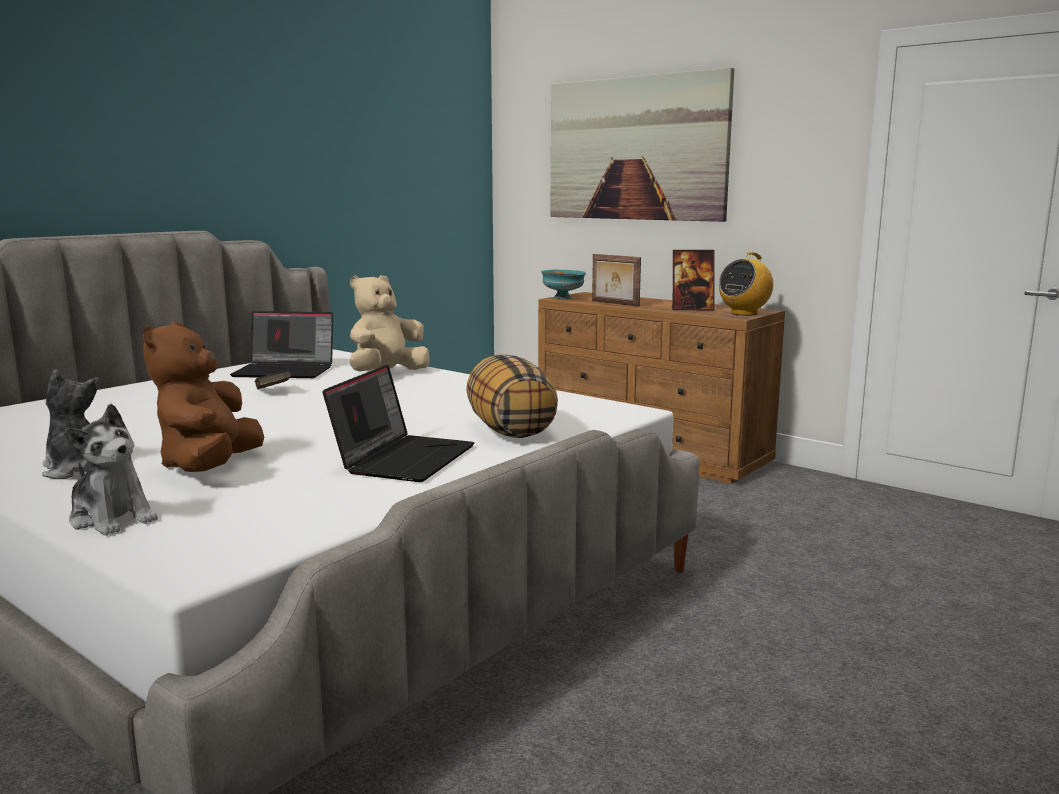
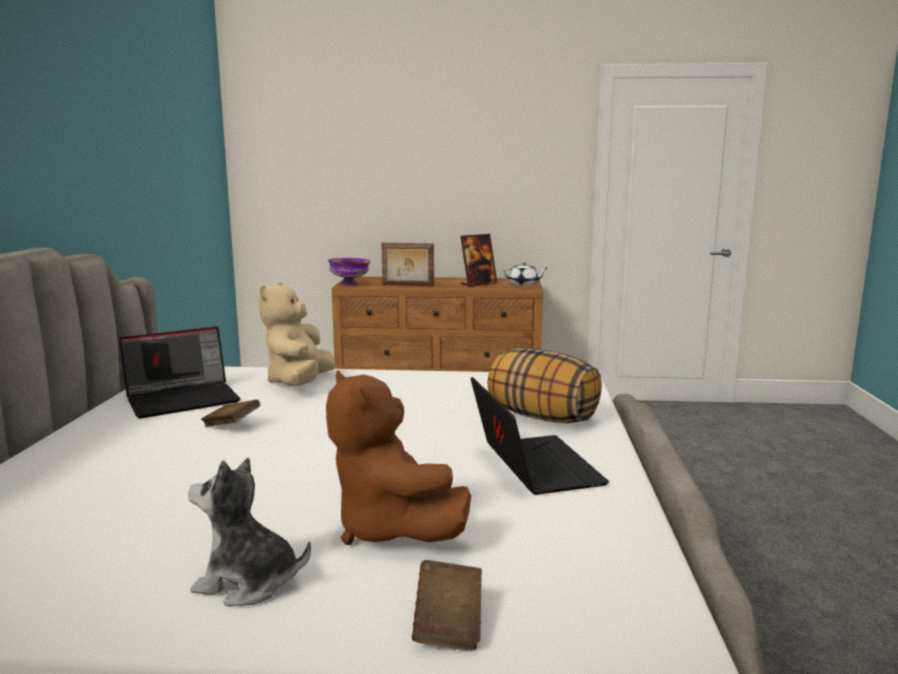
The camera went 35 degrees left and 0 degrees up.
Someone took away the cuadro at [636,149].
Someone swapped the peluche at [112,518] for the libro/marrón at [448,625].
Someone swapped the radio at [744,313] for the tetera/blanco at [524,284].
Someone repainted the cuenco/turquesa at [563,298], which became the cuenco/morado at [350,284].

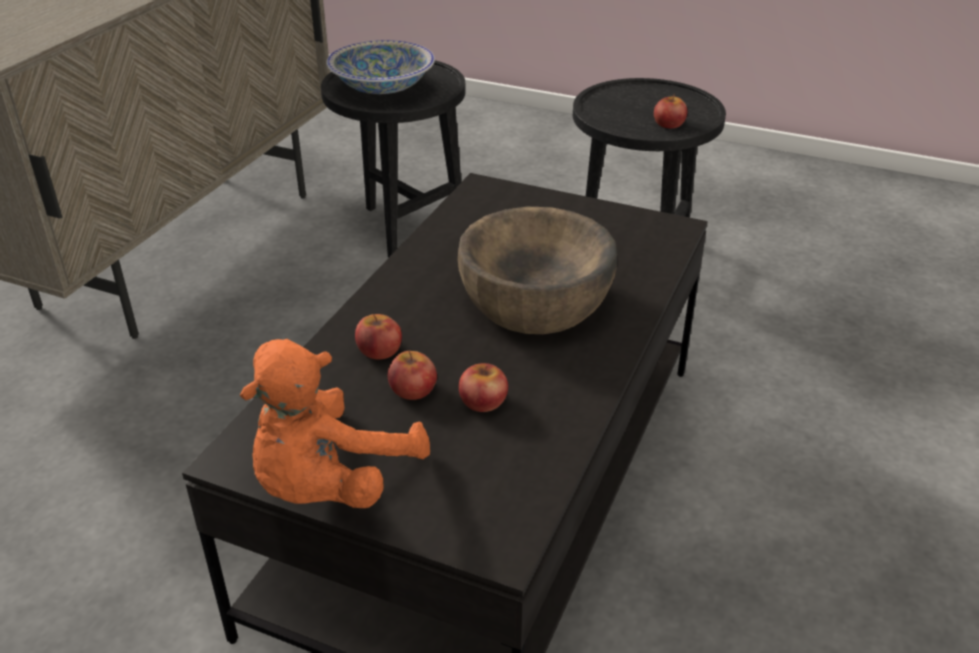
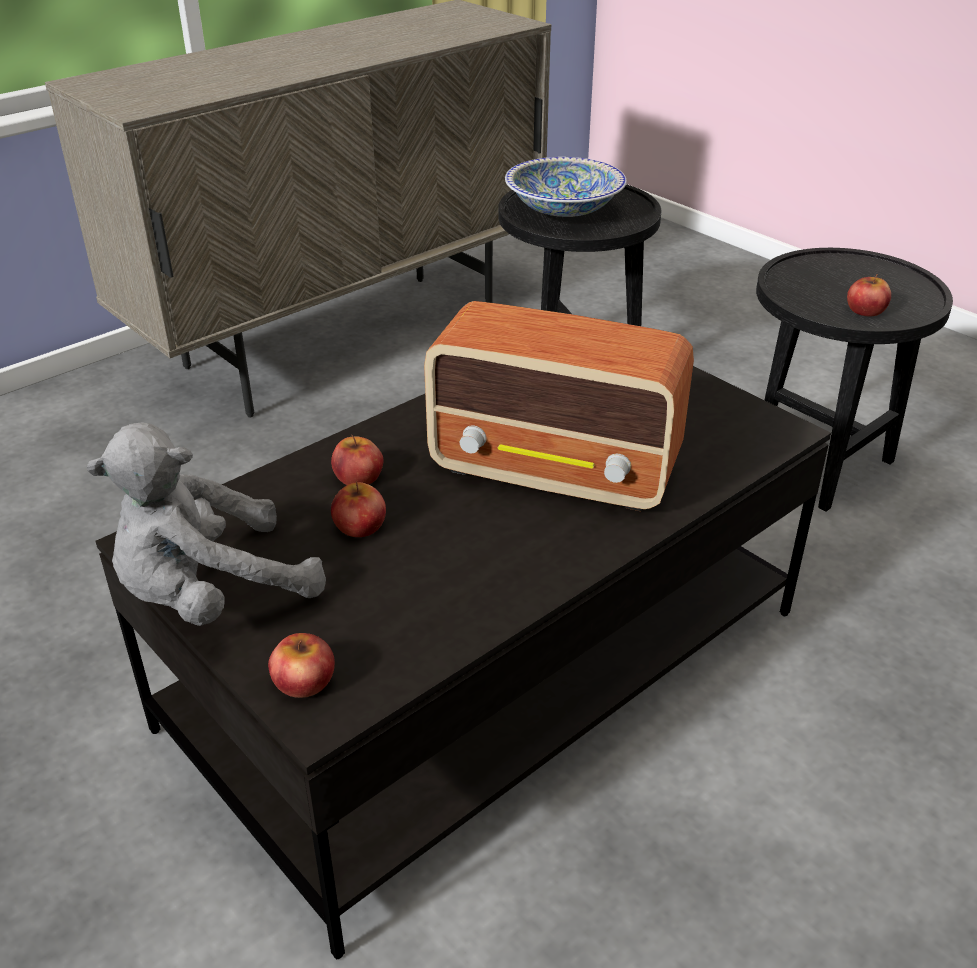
The camera went 25 degrees right and 0 degrees up.
Someone carried the manzana from [483,401] to [304,681].
Someone swapped the cuenco/marrón at [536,301] for the radio at [557,470].
Someone repainted the peluche/naranja at [331,484], which became the peluche/gris at [211,595].

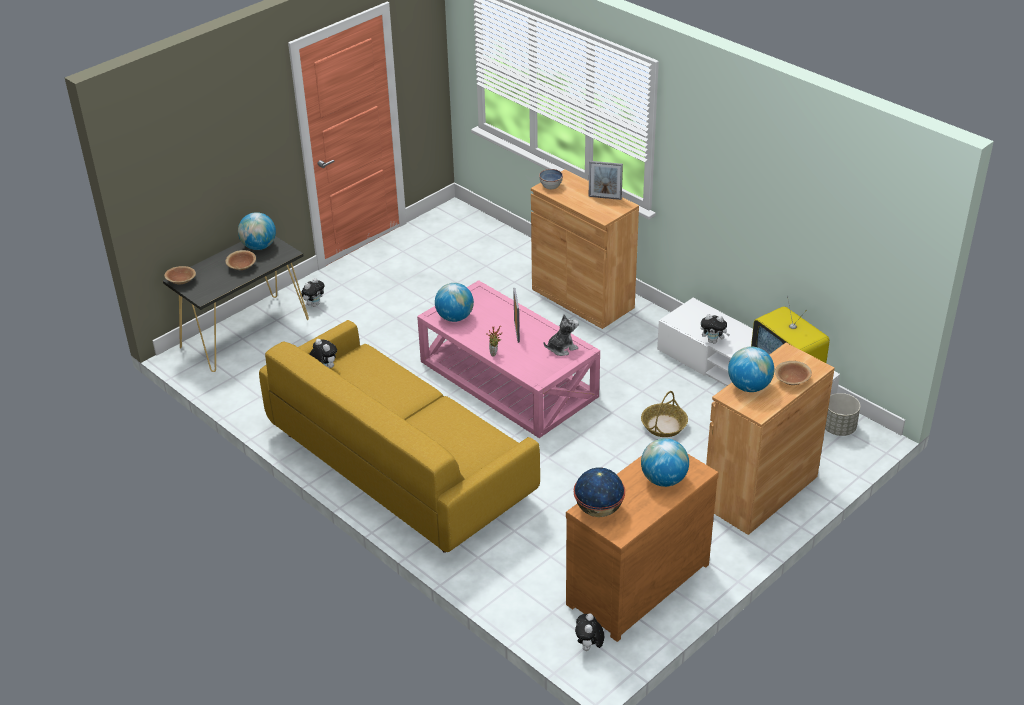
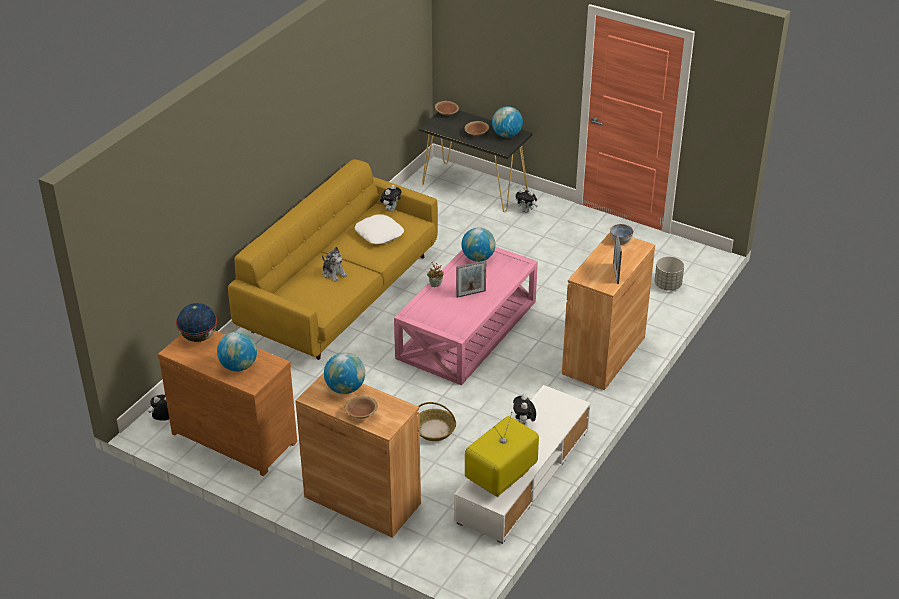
The camera went 75 degrees right and 0 degrees up.
Someone put down the cojín/blanco at [379,234].
Someone carried the peluche from [561,348] to [334,273].
Someone carried the maceta/gris from [839,428] to [668,285].

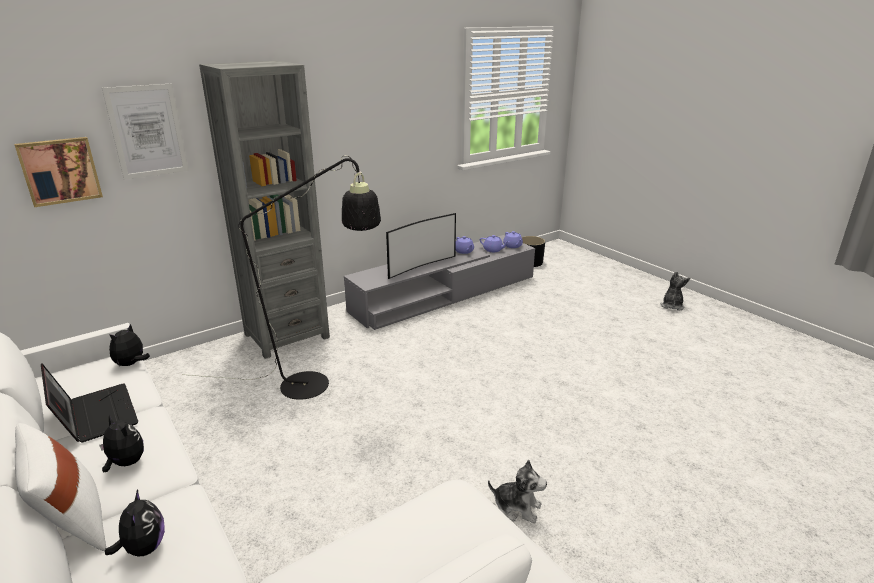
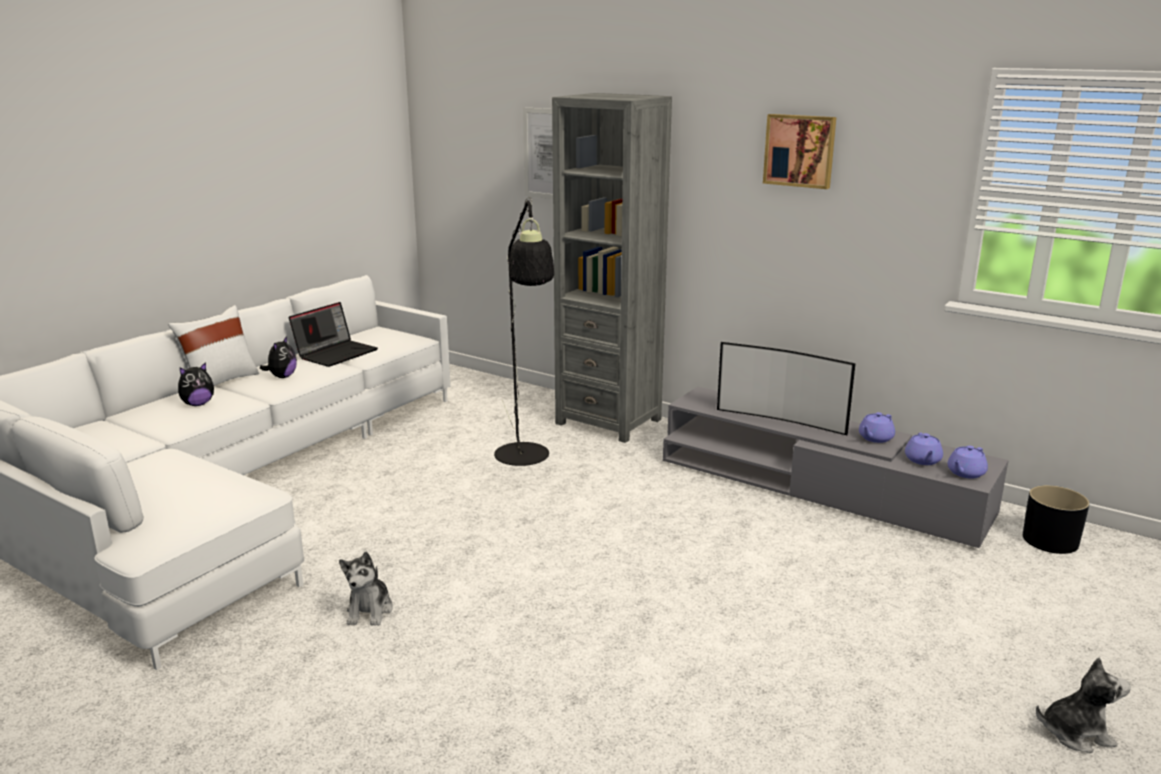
The camera went 70 degrees right and 5 degrees down.
Someone took away the peluche at [131,364].
Someone carried the cuadro from [60,171] to [800,150].

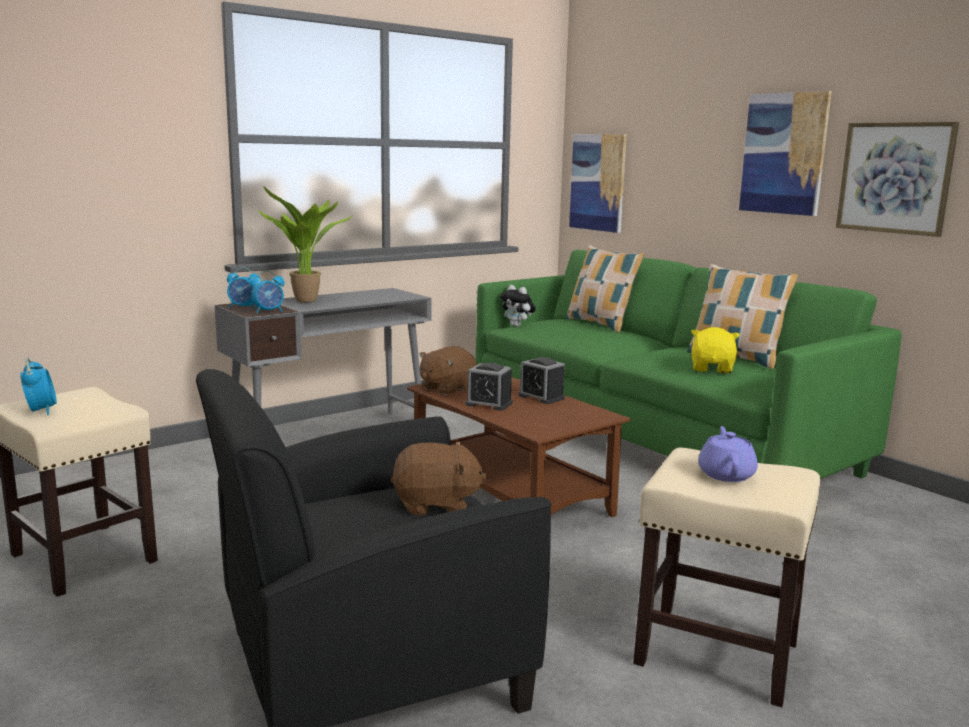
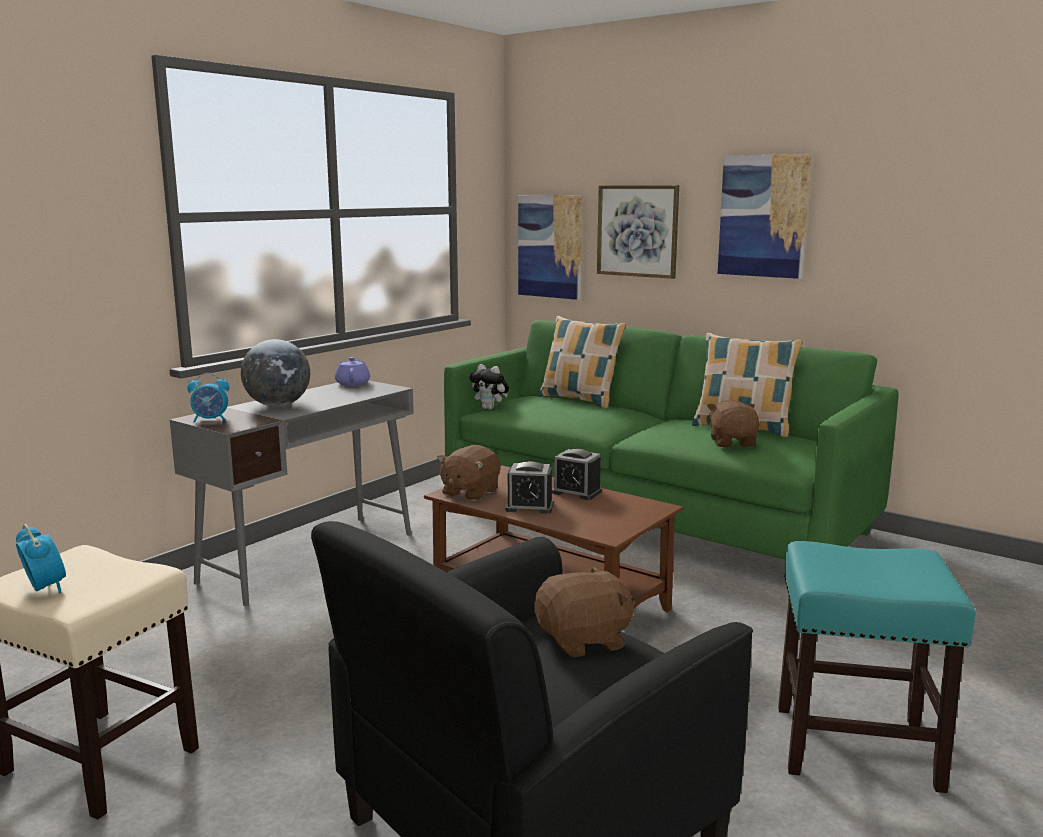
The camera went 15 degrees left and 0 degrees up.
Someone took away the despertador at [269,311].
Someone carried the tetera/morado from [726,474] to [353,383].
Someone carried the cuadro from [895,178] to [637,231].
Someone swapped the planta en maceta at [307,301] for the globo terráqueo at [278,405].
Someone repainted the taburete/beis at [714,653], which became the taburete/turquesa at [854,747].
Someone repainted the peluche/amarillo at [712,368], which became the peluche/marrón at [733,442].

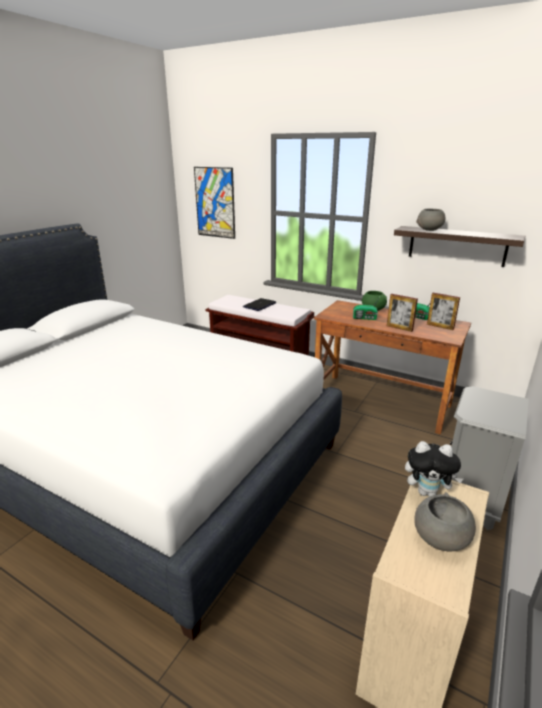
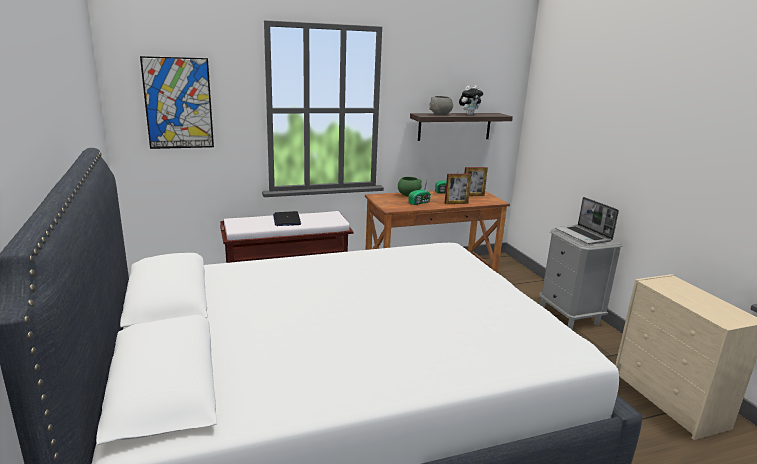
The camera went 50 degrees left and 5 degrees down.
Someone took away the cuenco/gris at [440,539].
Someone put down the portátil at [583,236].
Someone carried the peluche from [427,492] to [469,114].

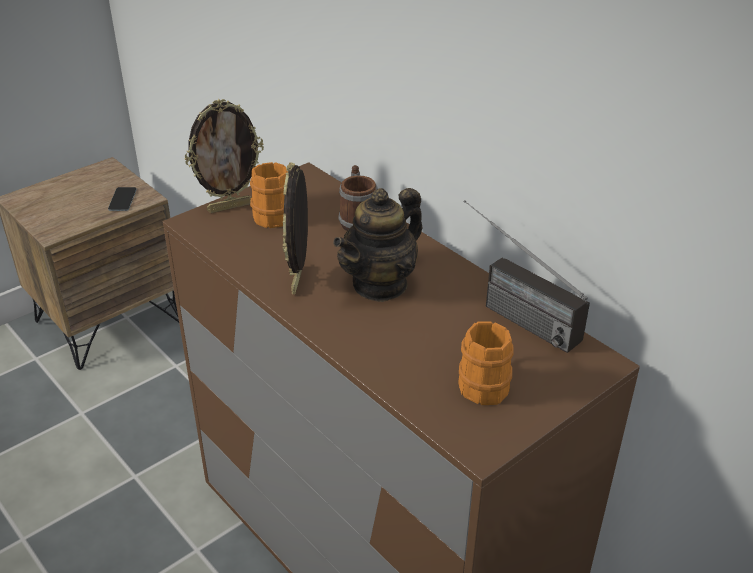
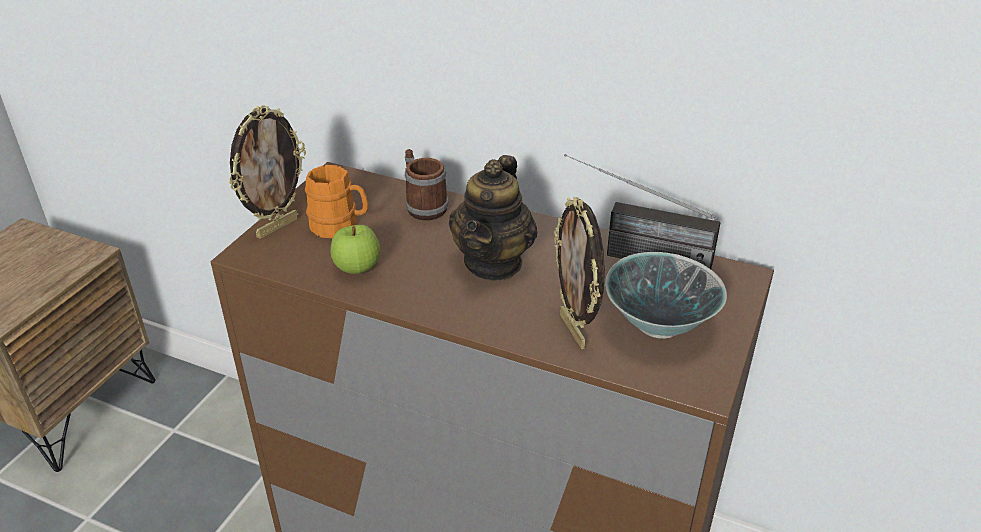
The camera went 25 degrees left and 0 degrees up.
Someone took away the móvil at [122,199].
Someone put down the manzana at [357,269].
Someone carried the portarretratos from [299,281] to [574,331].
Someone swapped the taza grande/naranja at [482,382] for the cuenco at [658,326].

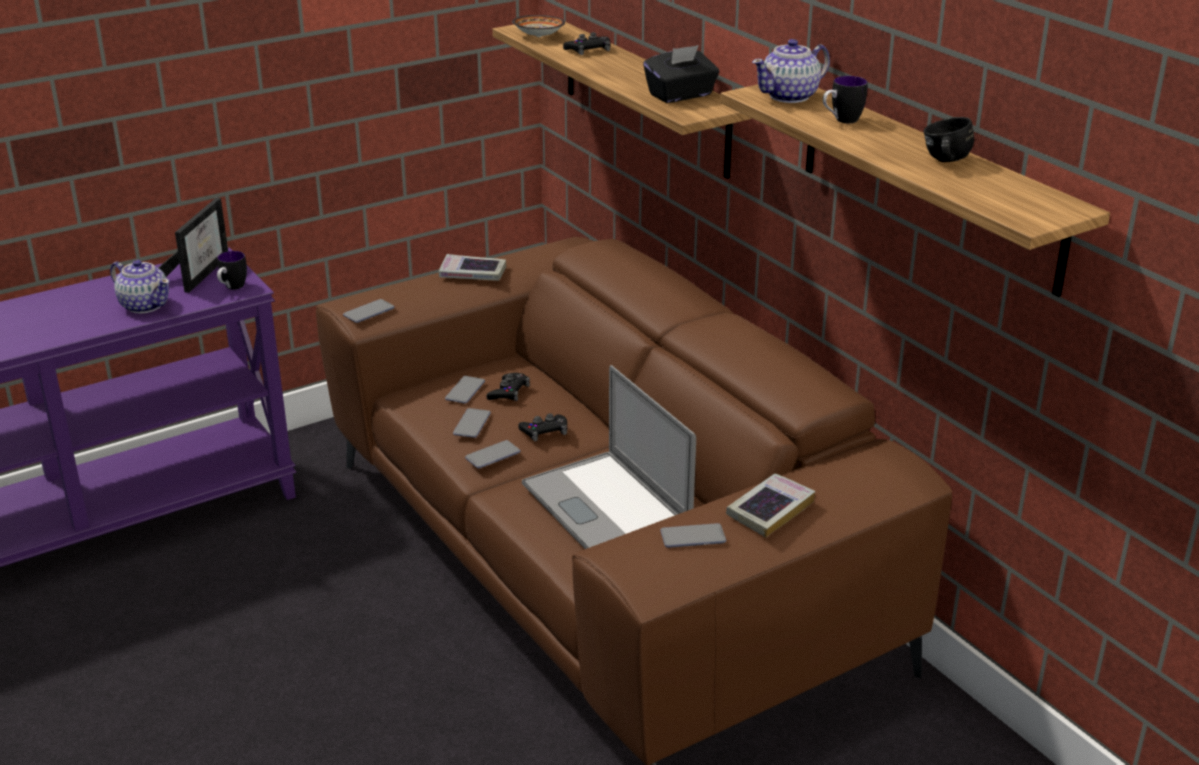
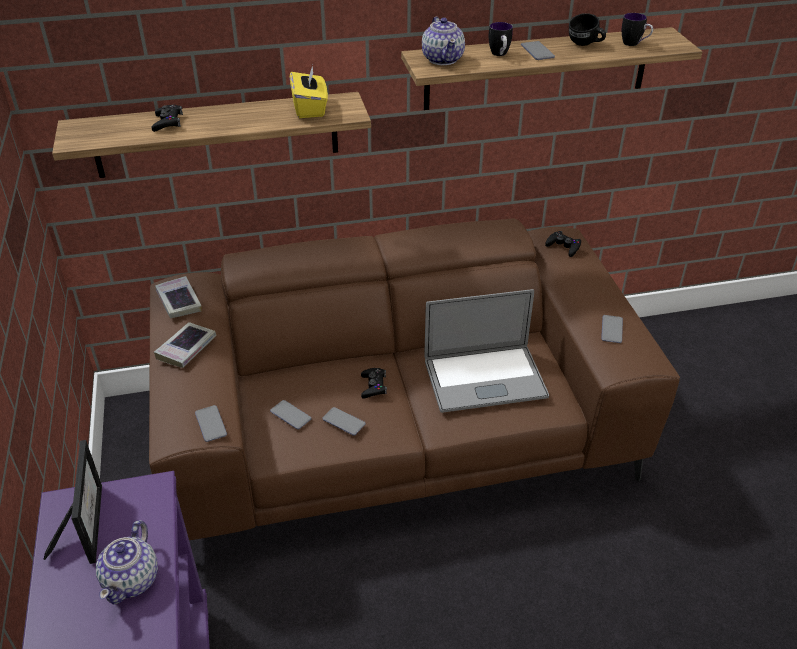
The camera went 70 degrees left and 10 degrees up.
Someone took away the cuenco at [538,36].
Someone carried the taza grande from [232,288] to [634,44].
Someone carried the móvil from [492,455] to [537,51].
Someone carried the mando de consola/negro from [509,392] to [563,246].
Someone carried the libro from [770,510] to [179,301].
Someone repainted the caja de pañuelos/negro at [681,95], which became the caja de pañuelos/amarillo at [310,108].
Someone rotated the tetera at [145,305] by 135 degrees clockwise.
Someone rotated the portarretratos at [199,272] by 45 degrees clockwise.

